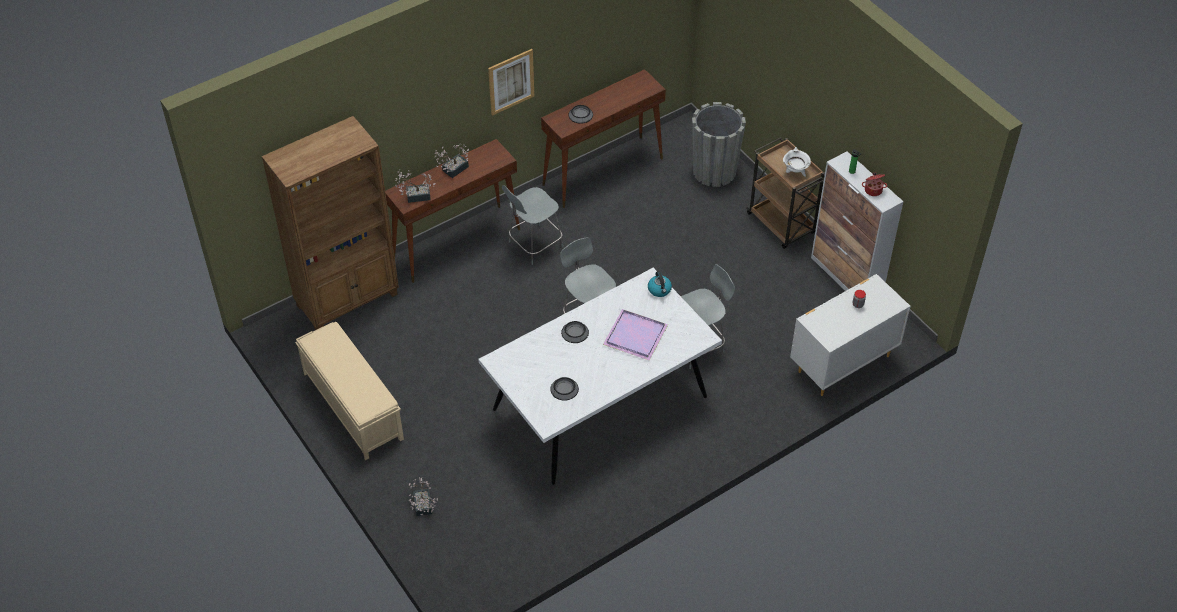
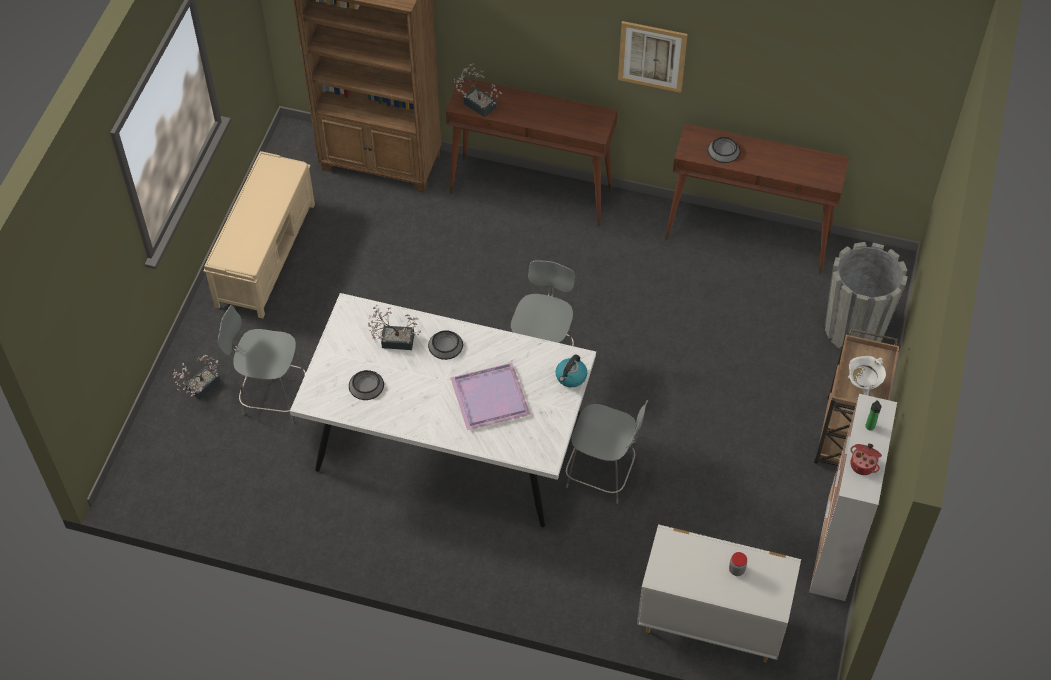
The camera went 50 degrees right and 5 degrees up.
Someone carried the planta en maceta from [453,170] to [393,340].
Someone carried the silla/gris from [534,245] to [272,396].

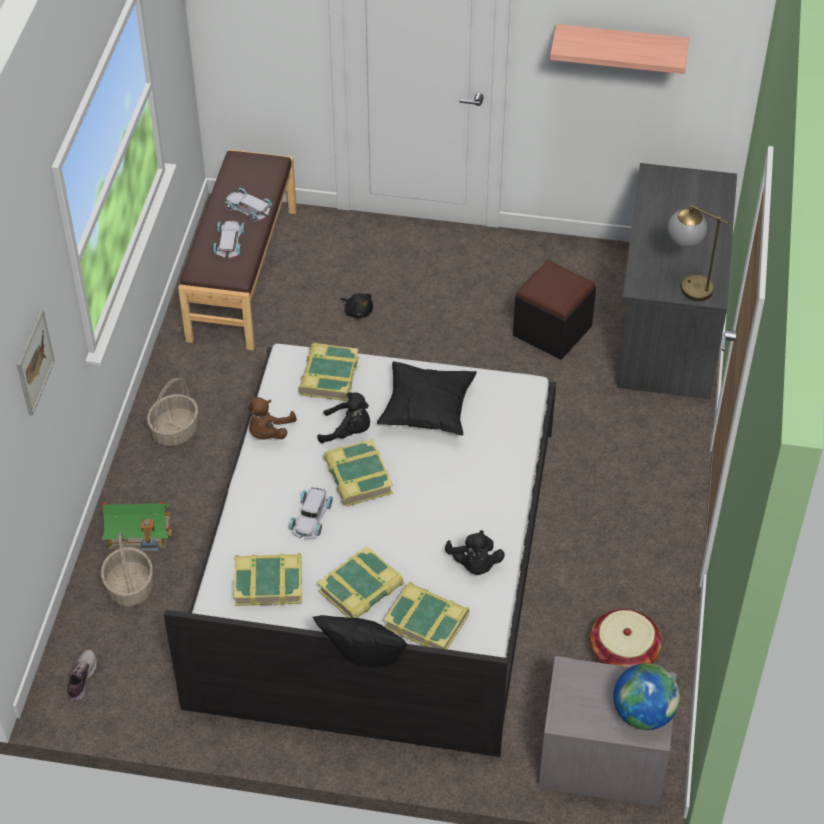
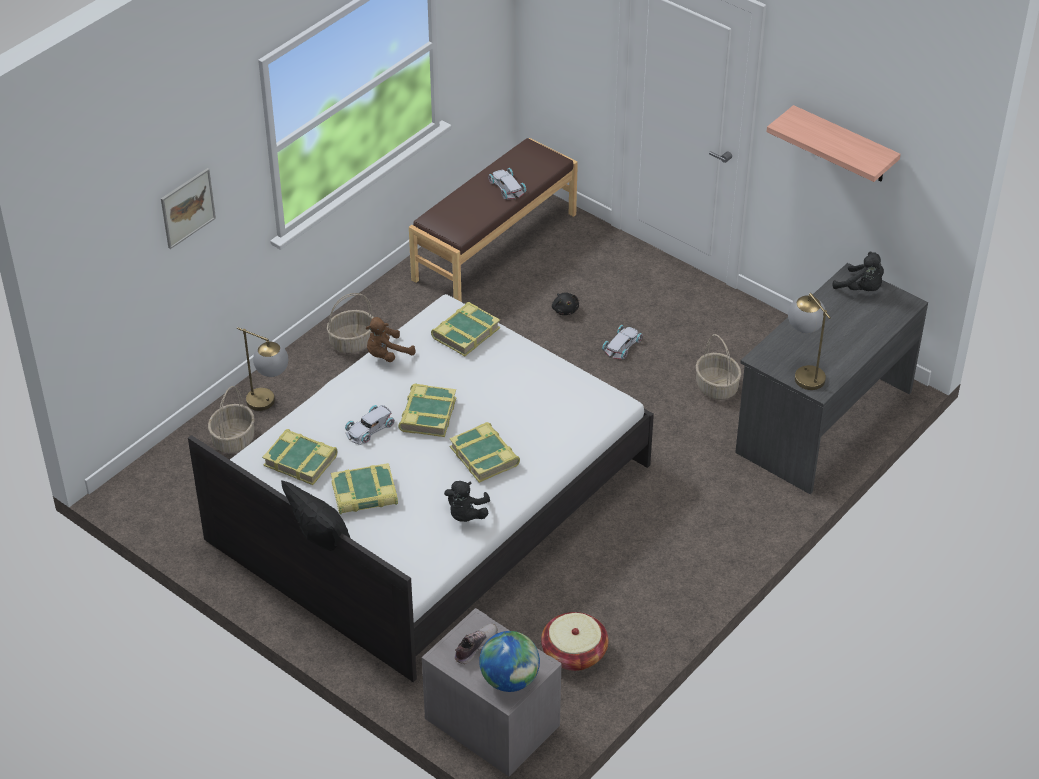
The camera went 30 degrees right and 5 degrees down.
Someone took away the cojín/negro at [427,411].
Someone carried the zapato from [81,679] to [474,647].
Someone carried the coche de juguete/blanco from [230,241] to [623,345].
Someone carried the peluche/negro from [348,431] to [861,289].
Someone carried the libro from [427,621] to [485,456].
Someone swapped the casita at [139,533] for the lámpara de mesa at [269,404].
Someone swapped the puf/negro at [552,331] for the cesta at [716,387].

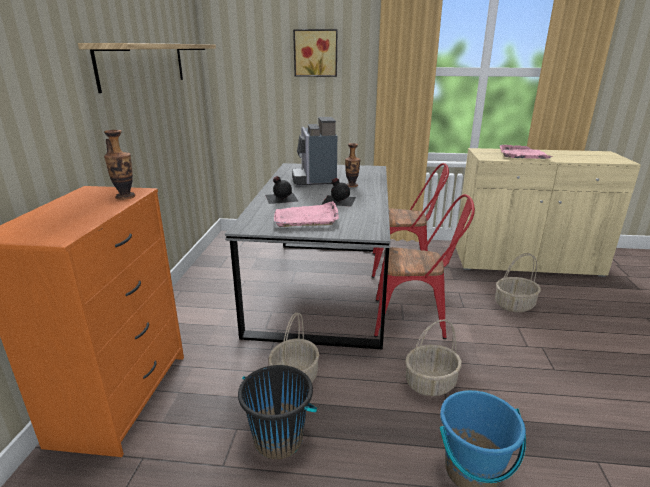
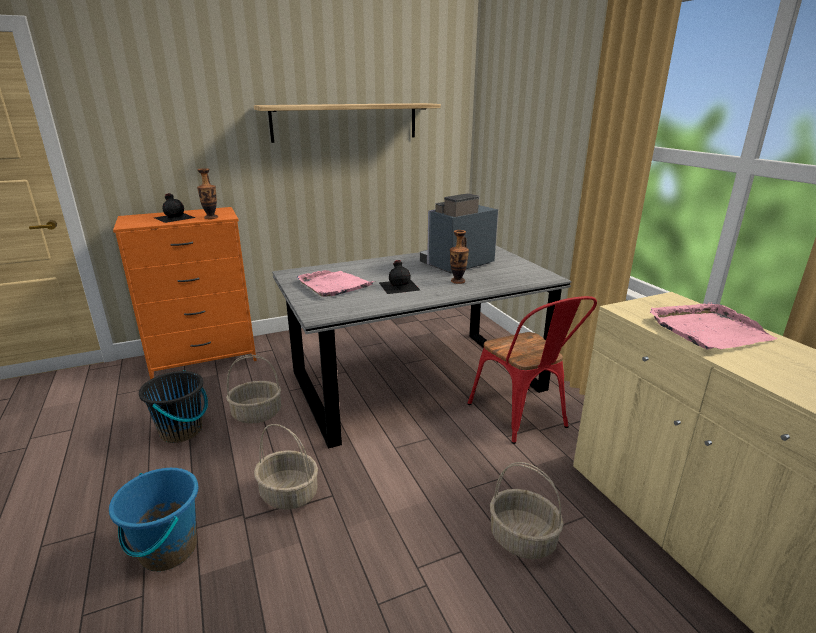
The camera went 60 degrees right and 0 degrees up.
Someone took away the cuadro at [315,53].
Someone took away the silla/rojo at [416,320].
Someone carried the botella/negro from [280,198] to [174,217].

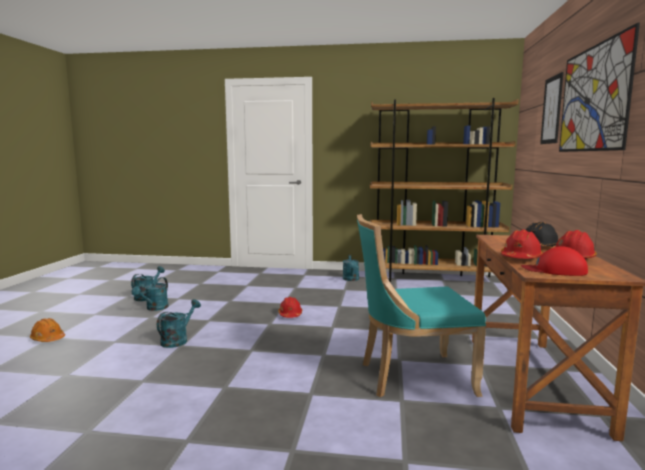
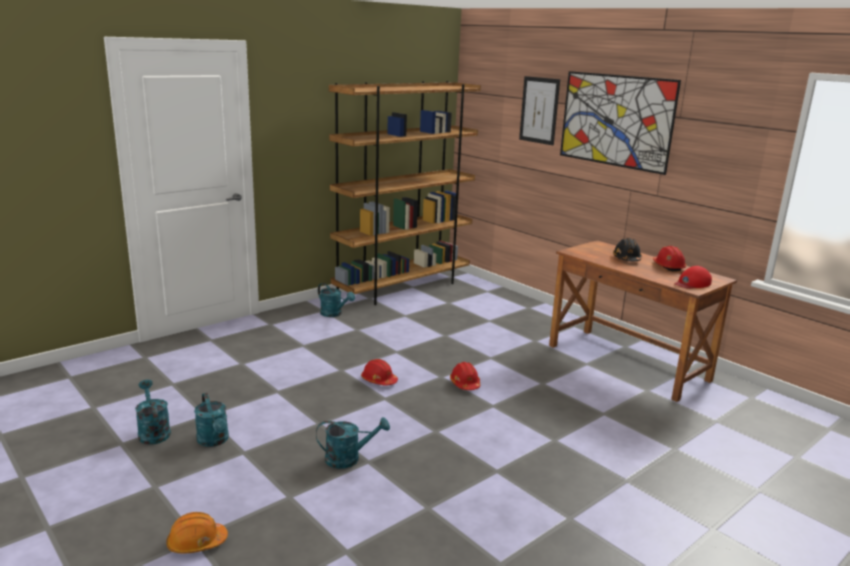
The camera went 50 degrees left and 10 degrees up.
Someone took away the silla/turquesa at [411,377].
Someone carried the casco/rojo from [520,258] to [465,384].
Someone rotated the regadera/turquesa at [177,340] by 105 degrees clockwise.

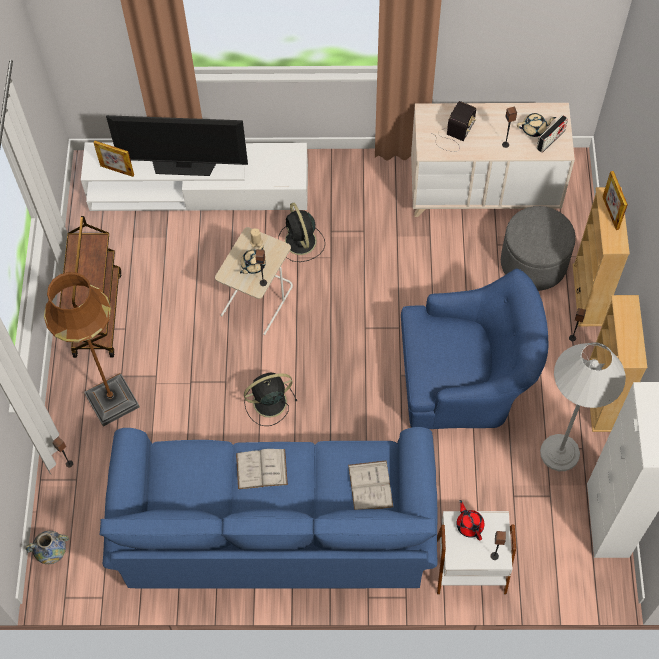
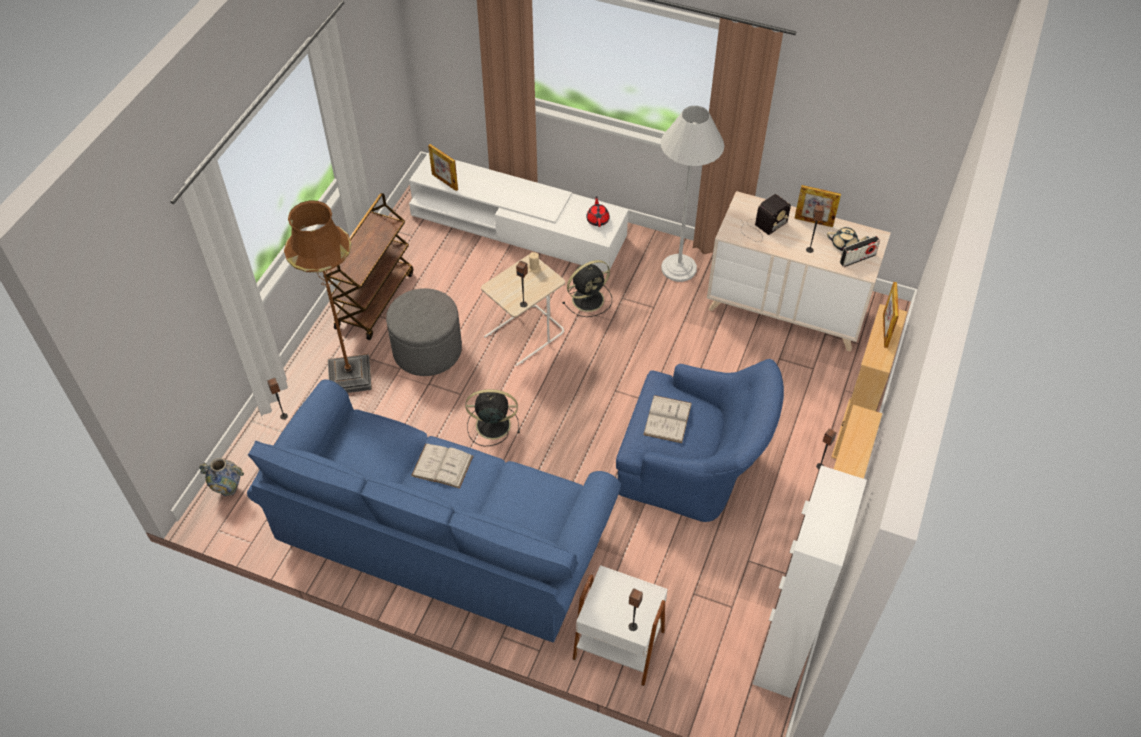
The camera went 20 degrees right and 10 degrees down.
Someone took away the televisor at [184,165].
Someone took away the tetera/beis at [252,265].
Someone put down the portarretratos at [813,221].
Someone carried the libro/blanco from [370,486] to [667,419].
Someone carried the tetera/rojo from [469,525] to [598,219].
Someone carried the puf/gris from [533,263] to [427,350].
Someone carried the lámpara de pie/blanco from [560,453] to [679,268].
Someone rotated the ventilador/negro at [301,242] by 120 degrees counterclockwise.

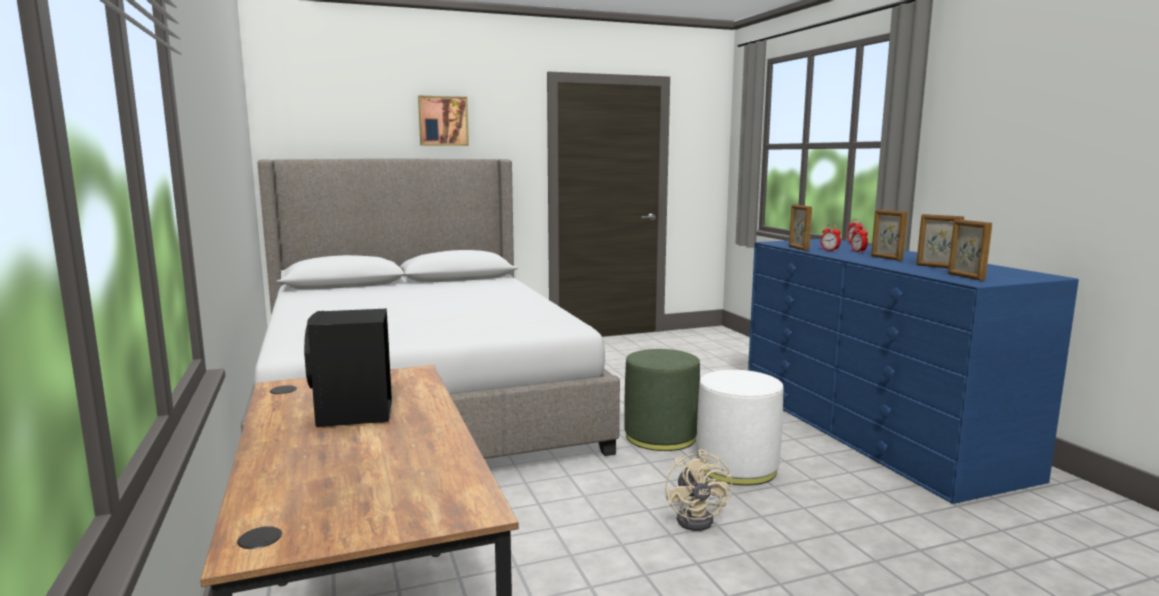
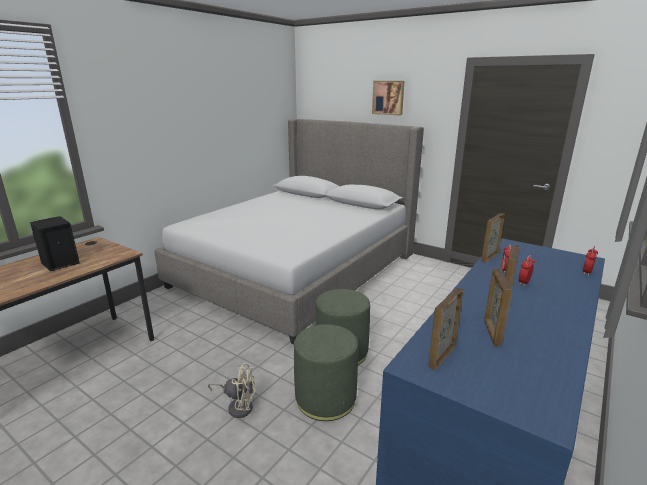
The camera went 55 degrees right and 10 degrees up.
Someone repainted the puf/blanco at [737,467], which became the puf/verde at [326,398].
Someone rotated the ventilador/beis at [699,519] by 135 degrees counterclockwise.

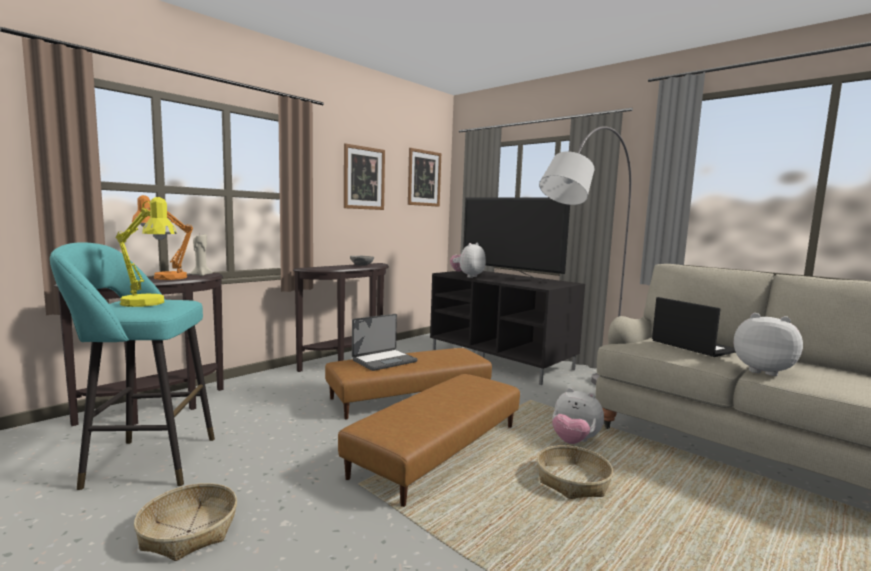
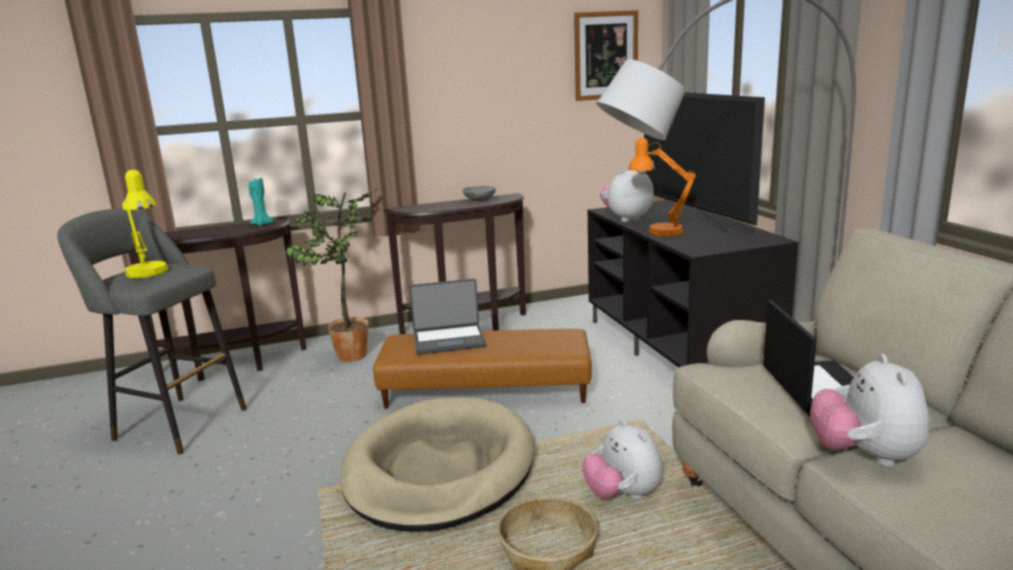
The camera went 30 degrees right and 10 degrees up.
Someone took away the cesta at [188,531].
Someone took away the cuadro at [364,178].
Someone put down the planta en maceta at [350,357].
Someone carried the lámpara de mesa/naranja from [163,277] to [658,231].
Someone swapped the puf/marrón at [439,450] for the cama para perro/beis at [439,469].
Someone repainted the taburete/turquesa at [144,462], which became the taburete/gris at [175,423].
Someone repainted the vela/beis at [201,275], which became the vela/turquesa at [262,224].
Someone rotated the peluche at [763,371] by 150 degrees counterclockwise.

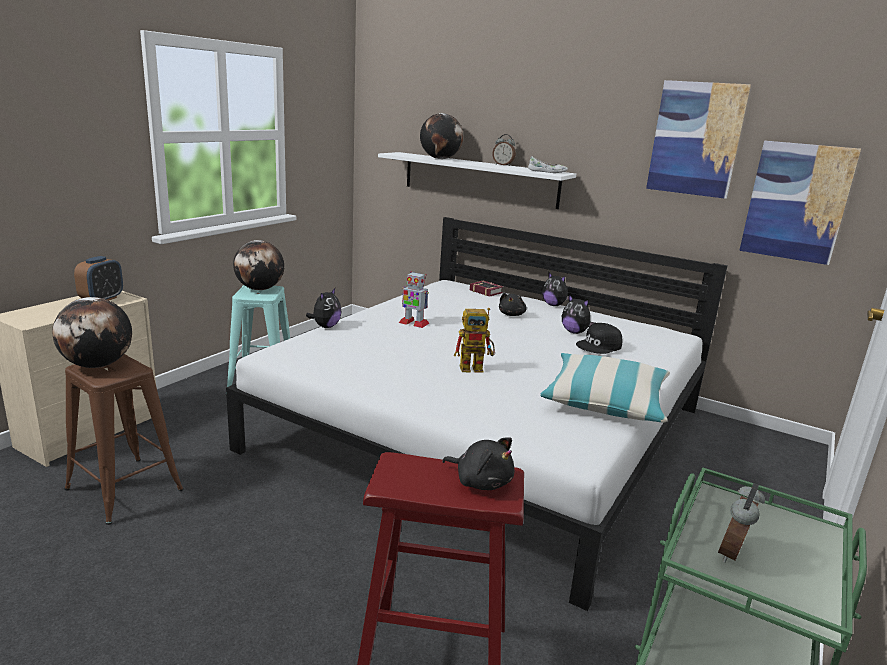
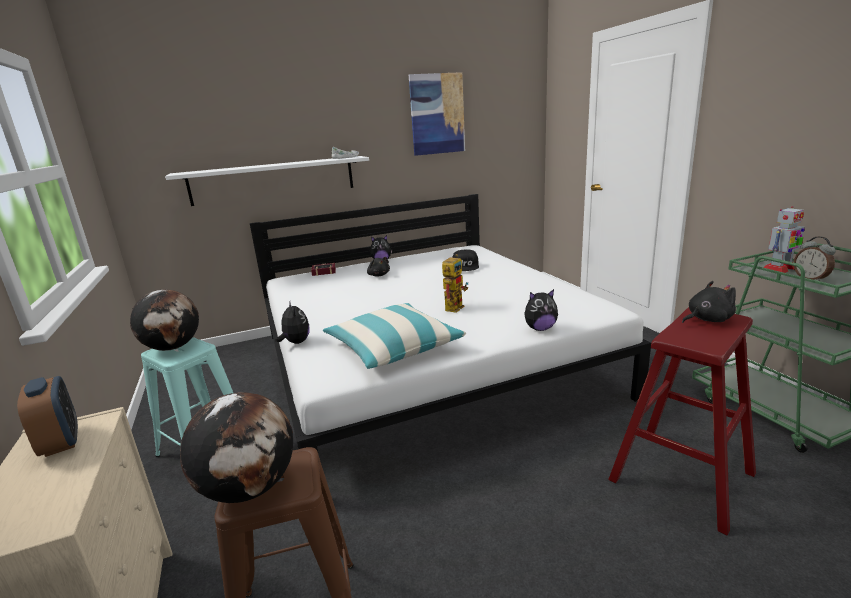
The camera went 50 degrees left and 0 degrees up.
Someone took away the globo terráqueo at [440,159].
Someone took away the despertador at [503,165].
Someone took away the cuadro at [796,202].
Someone carried the robot de juguete from [413,323] to [780,268].
Someone carried the cojín from [605,401] to [393,347].
Someone carried the peluche from [575,332] to [540,328].

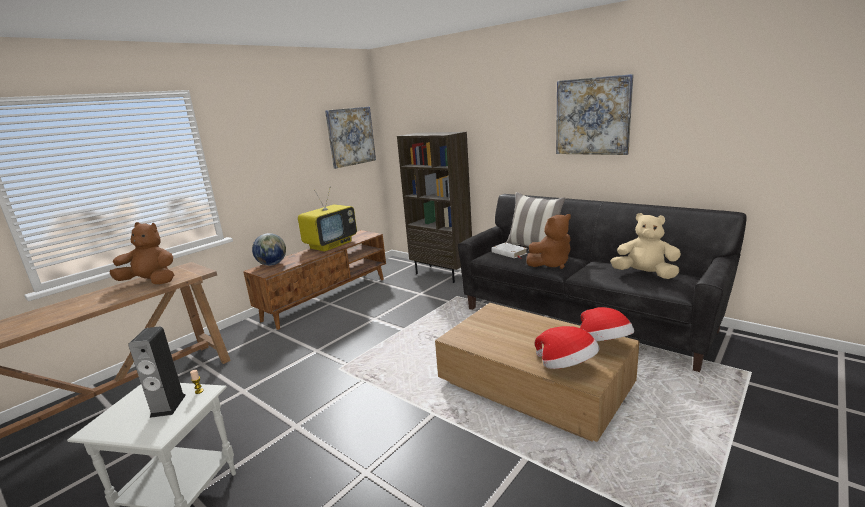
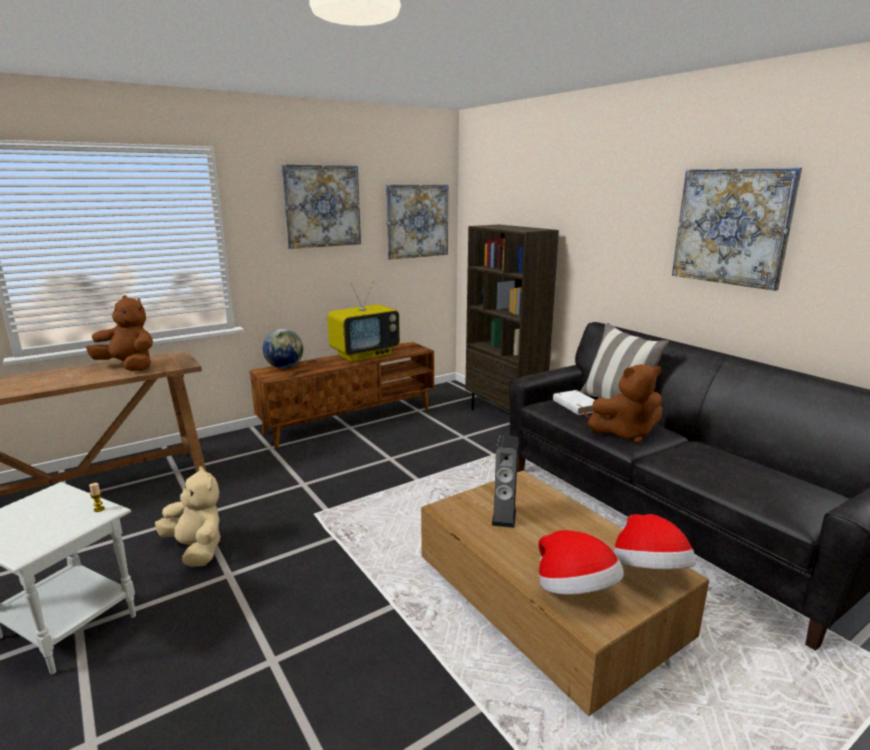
The camera went 15 degrees right and 0 degrees up.
Someone put up the cuadro at [322,206].
Someone carried the altavoz from [168,405] to [504,517].
Someone carried the peluche/beis from [645,274] to [196,549].

